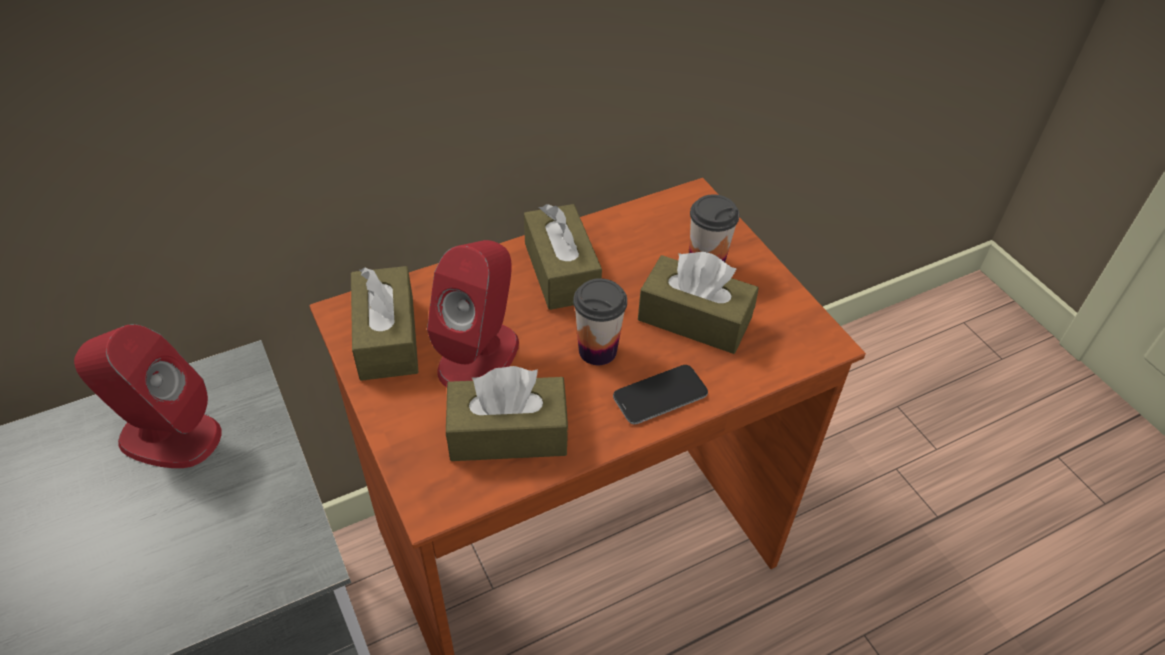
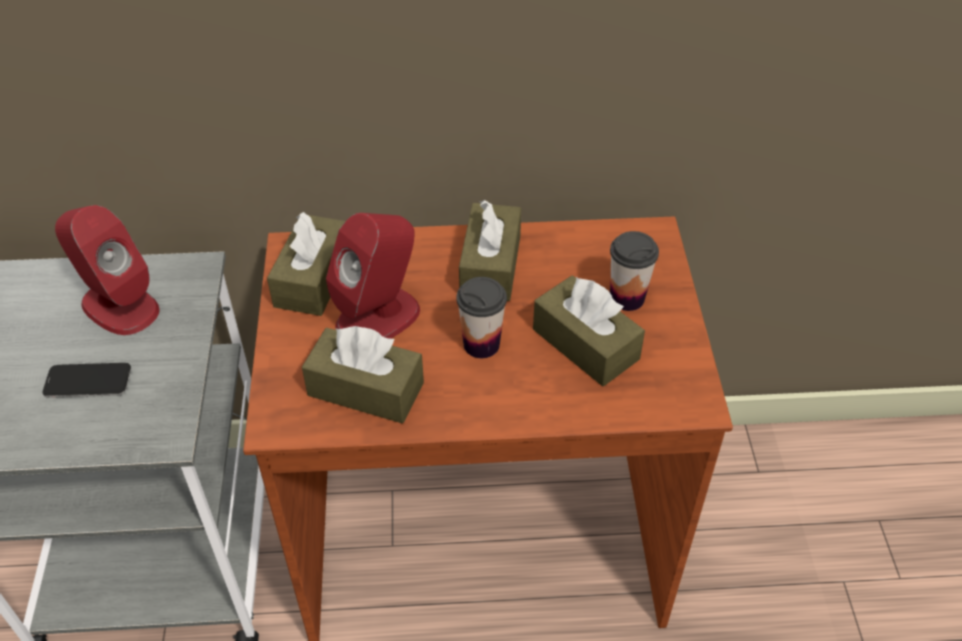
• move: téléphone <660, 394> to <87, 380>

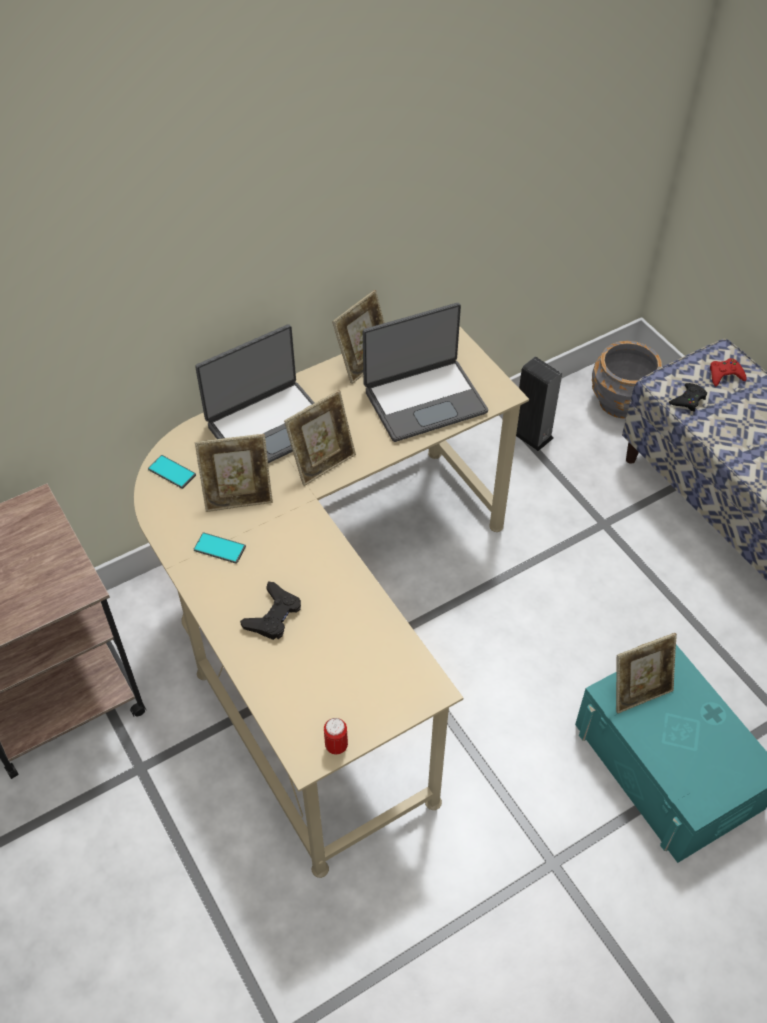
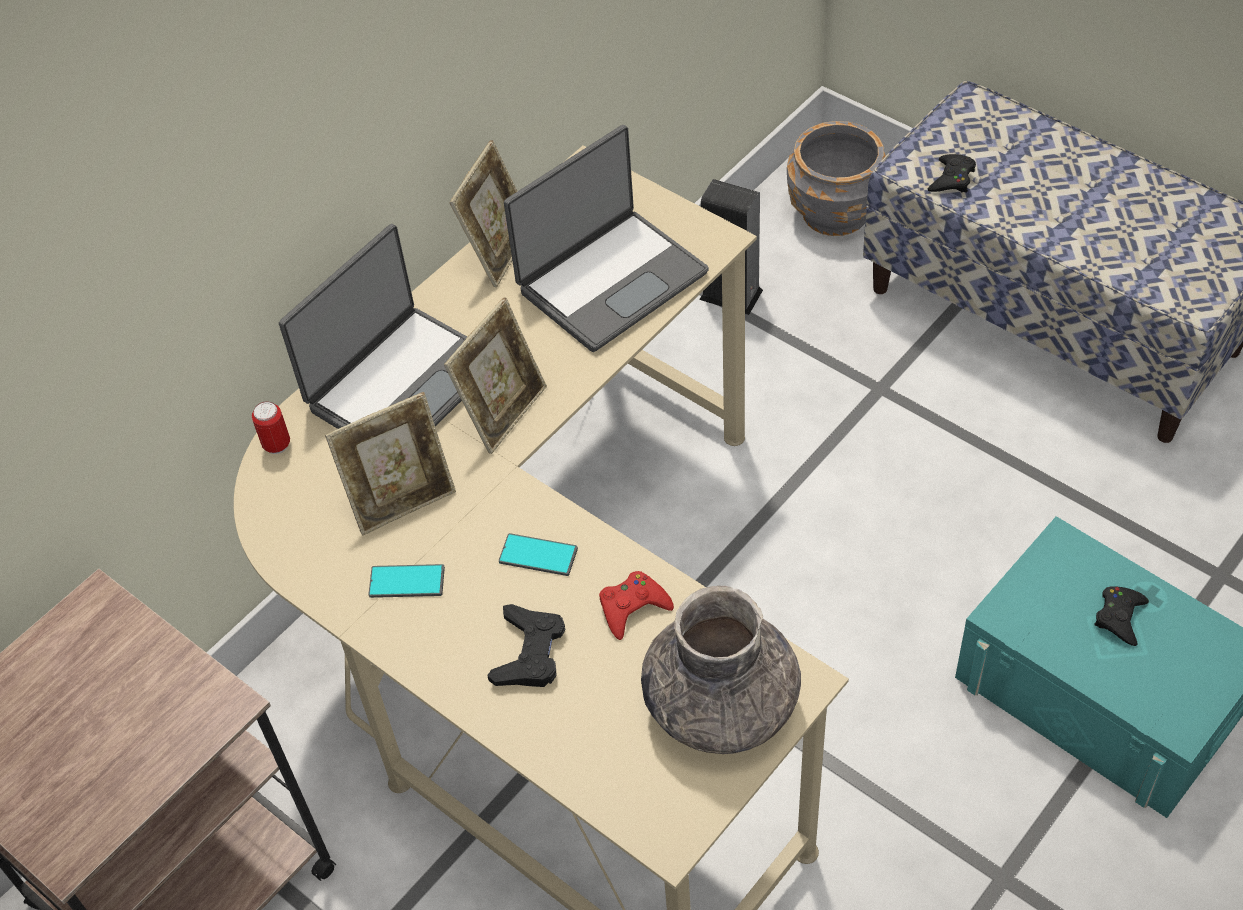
• move: boîte métallique <336, 736> to <271, 427>
• move: téléphone <172, 472> to <538, 554>
• move: manette [rouge] <728, 372> to <636, 605>
• insert: vase [gris] <721, 670>
• insert: manette [noir] <1121, 616>
• delete: cadre photo <646, 673>

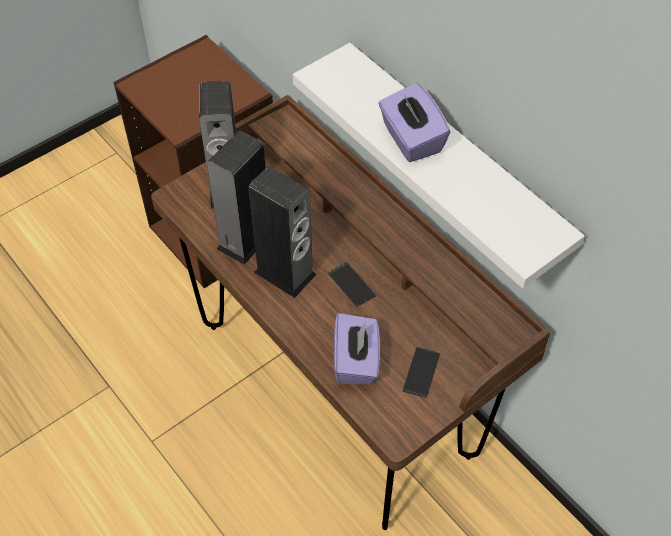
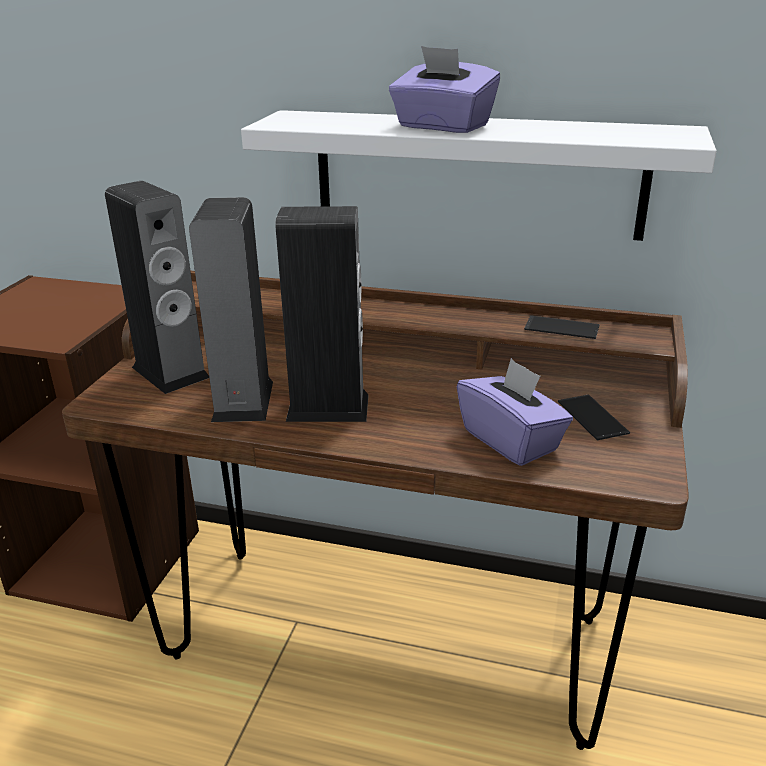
• move: téléphone <352, 284> to <562, 327>

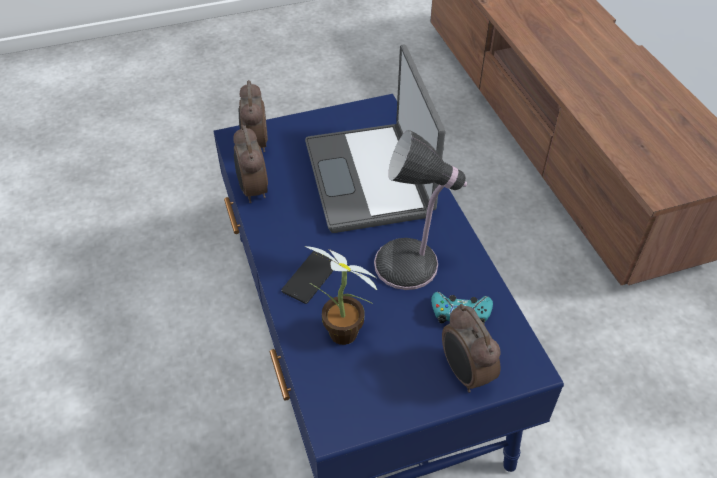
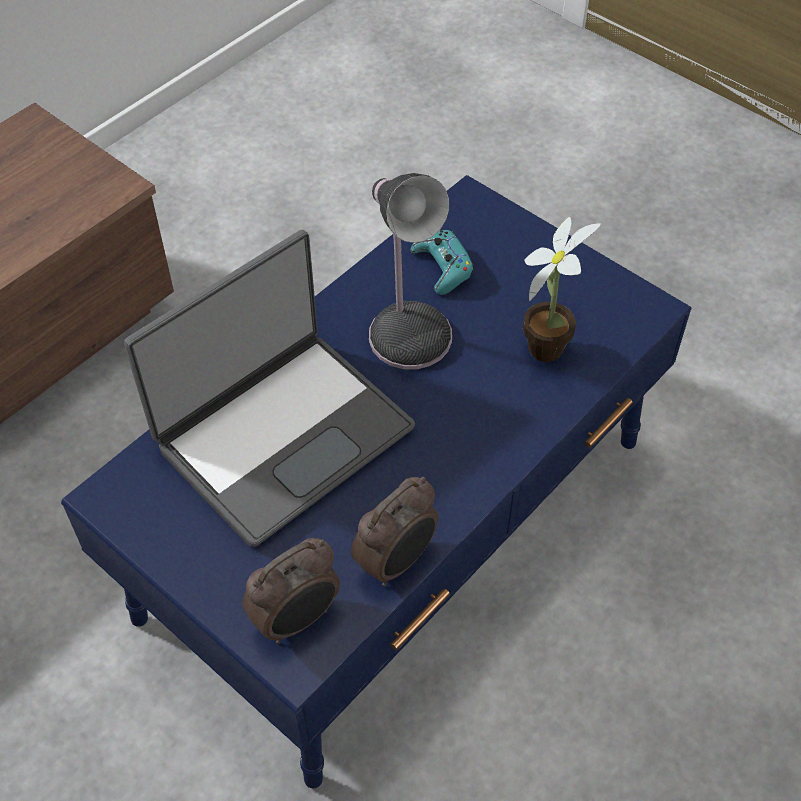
• delete: téléphone <310, 277>
• delete: réveil <471, 348>

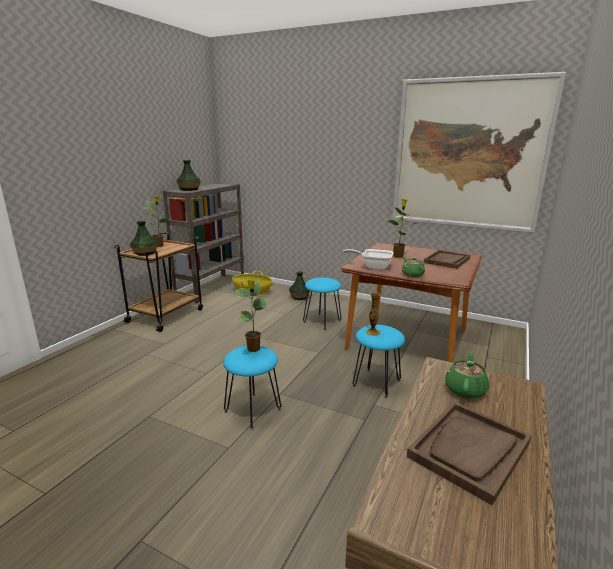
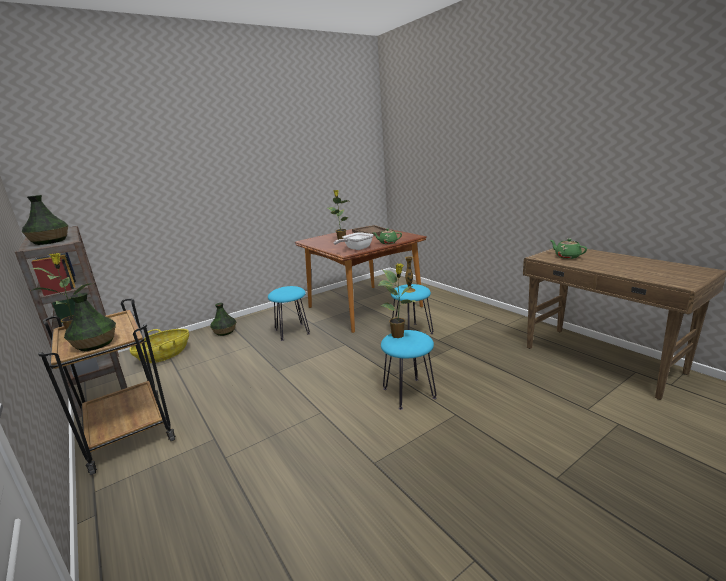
• delete: tableau <479, 152>
• delete: plateau [marron] <469, 453>

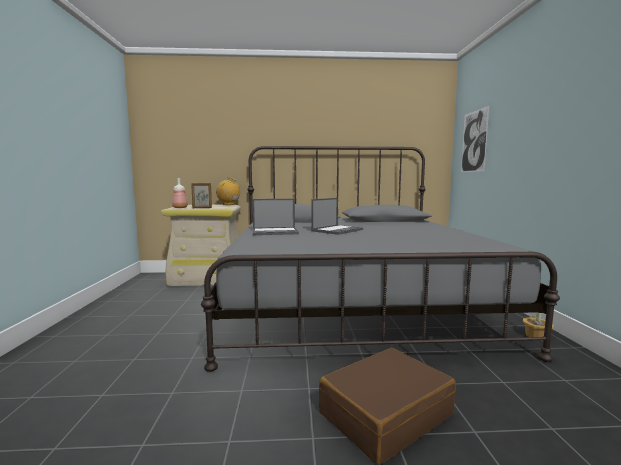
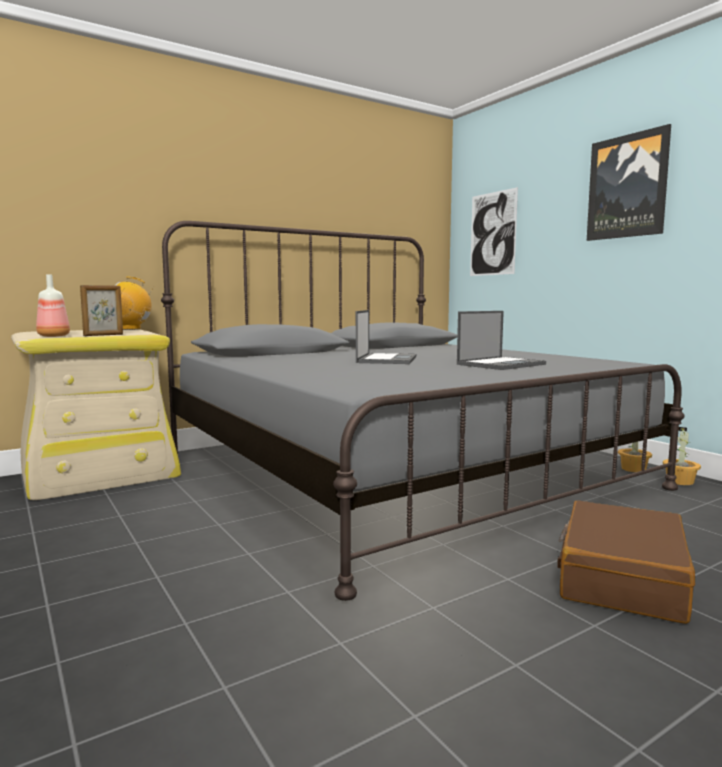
• move: ordinateur portable <275, 217> to <501, 340>
• insert: tableau <629, 182>
• insert: plante en pot <682, 456>

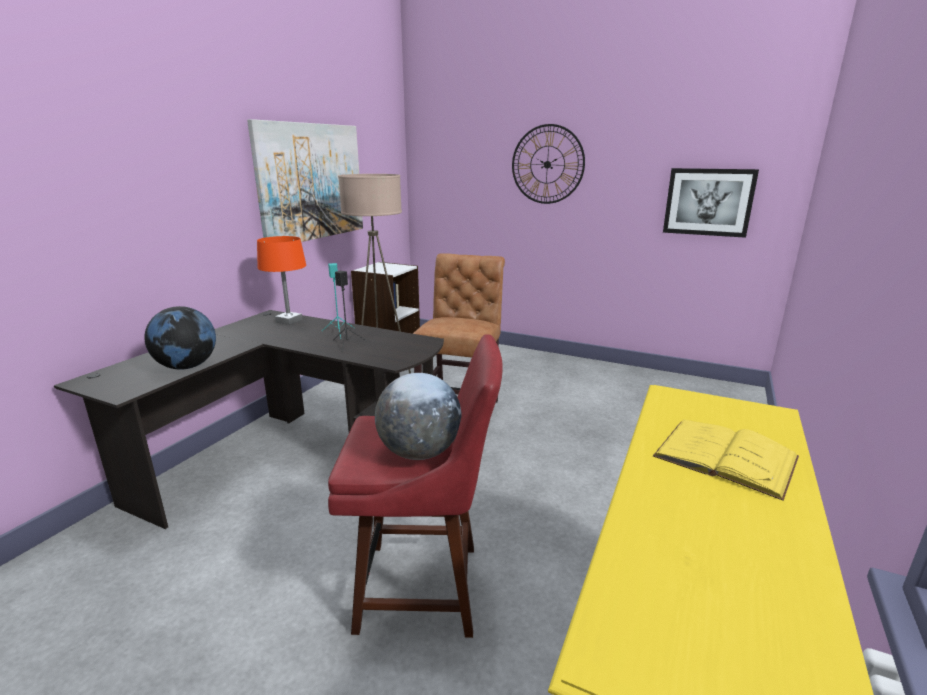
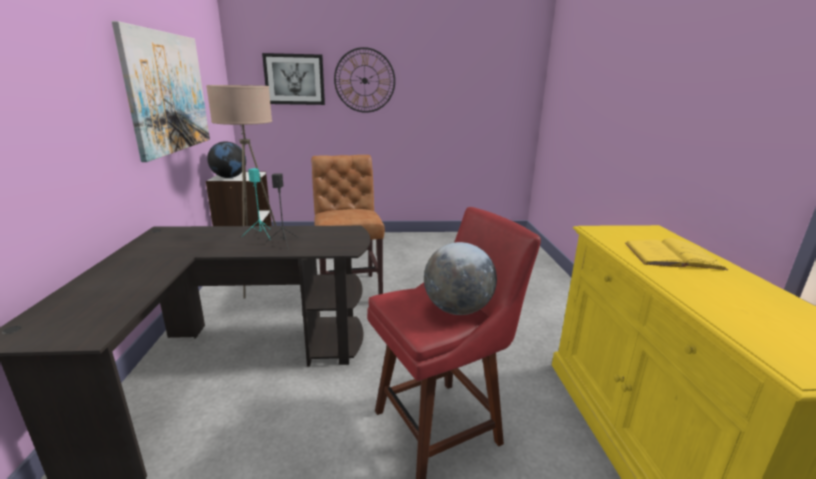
• move: globe <180, 337> to <226, 159>
• move: tableau <711, 203> to <293, 79>
• delete: lampe de table [orange] <281, 280>

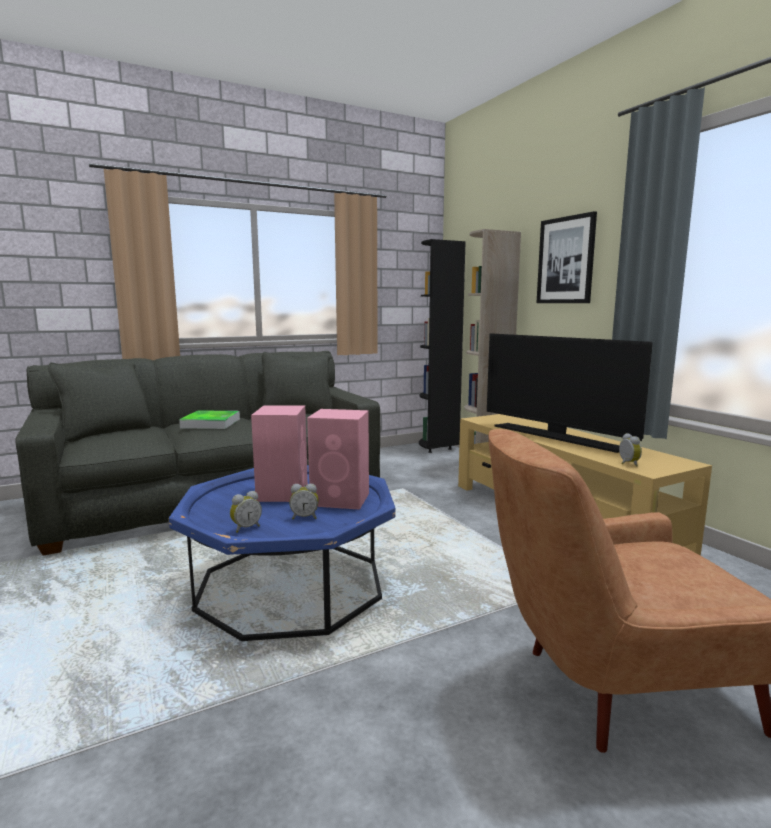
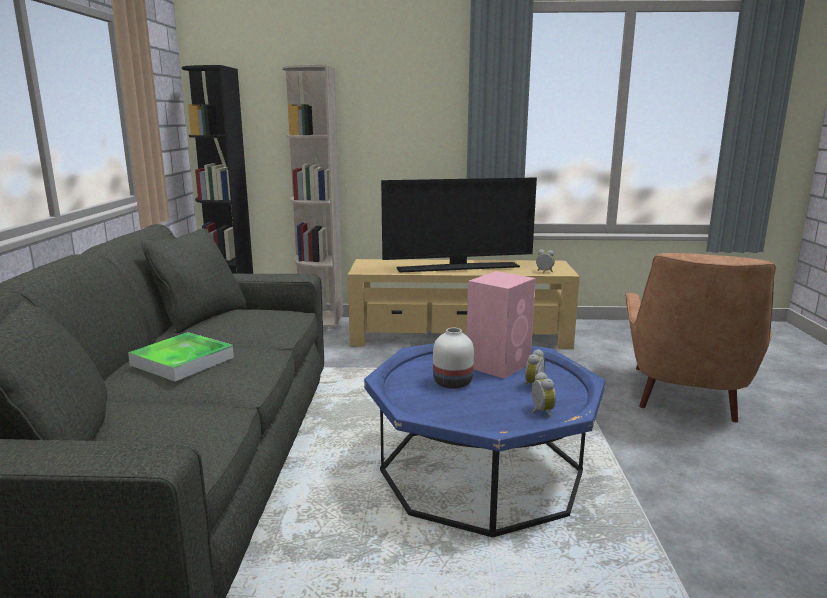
• replace: enceinte [rose] <279, 453> to vase [blanc] <453, 358>
• delete: tableau <566, 257>

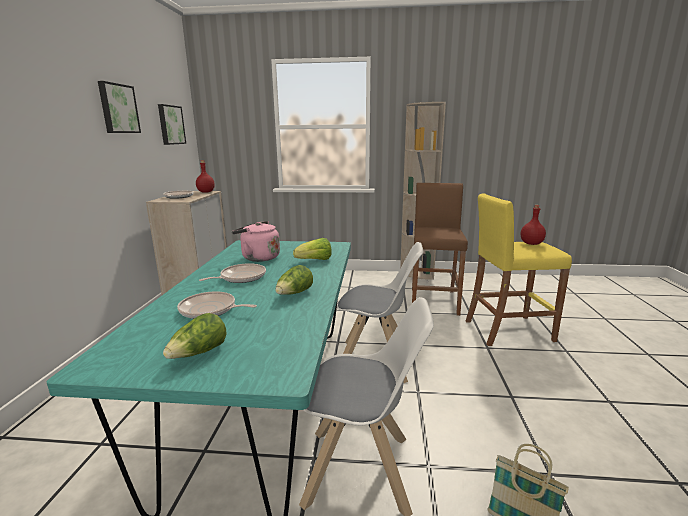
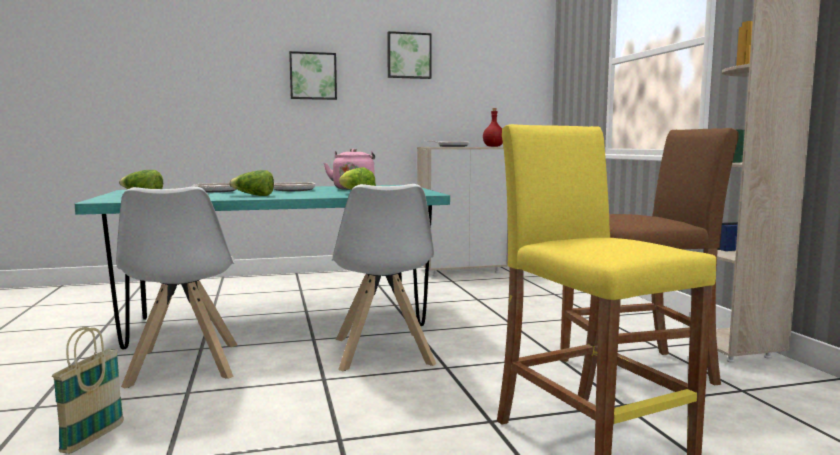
• move: tableau <172, 124> to <313, 75>
• delete: bouteille [rouge] <533, 225>

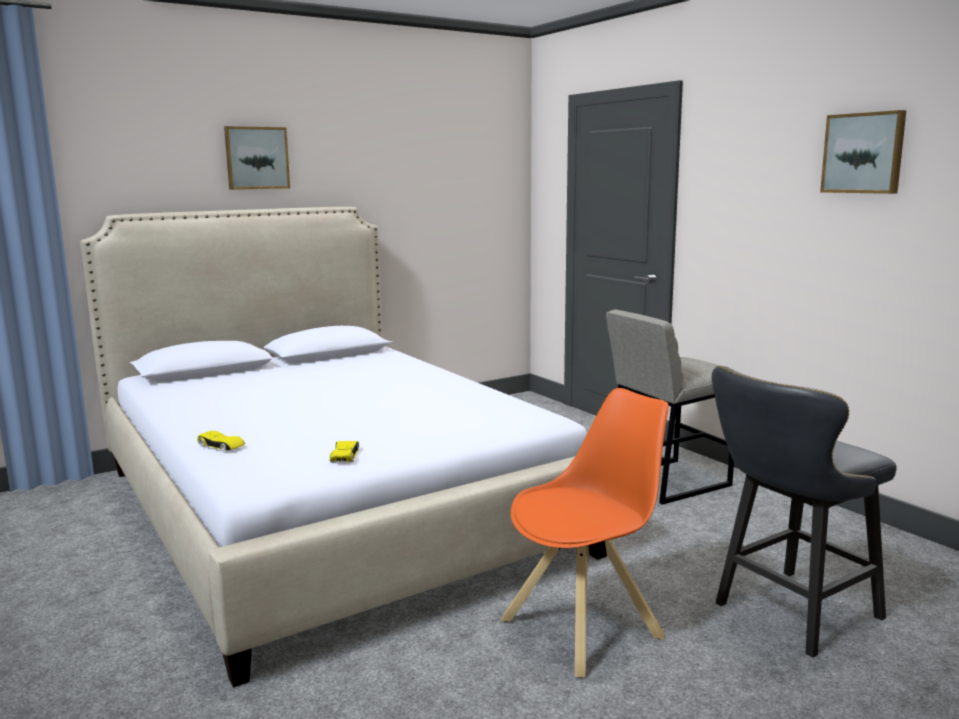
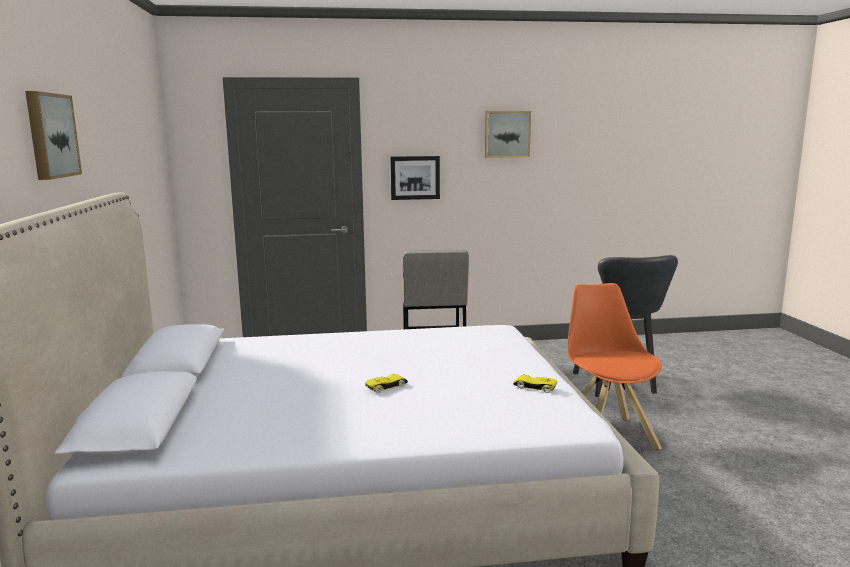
• move: petite voiture [jaune] <221, 441> to <386, 383>
• insert: tableau <415, 178>

